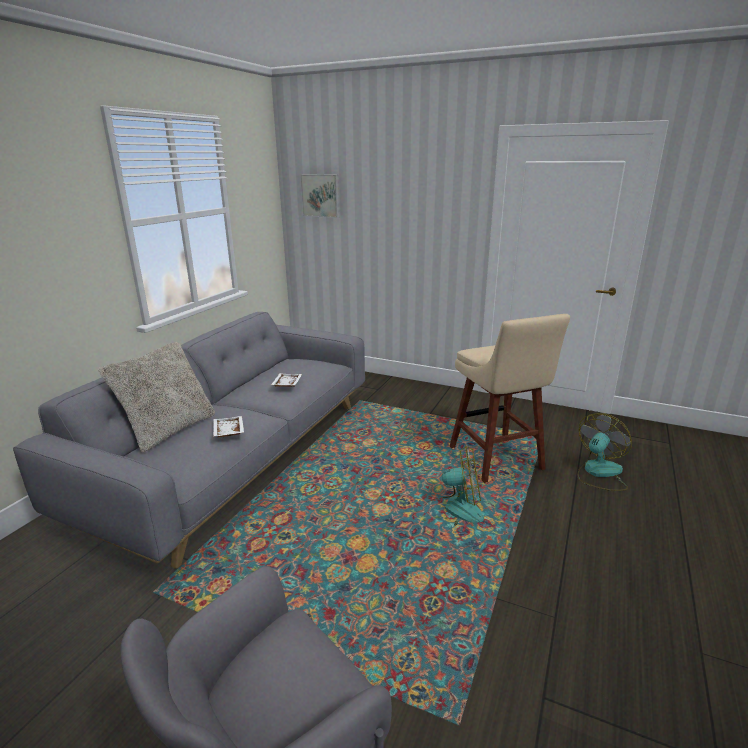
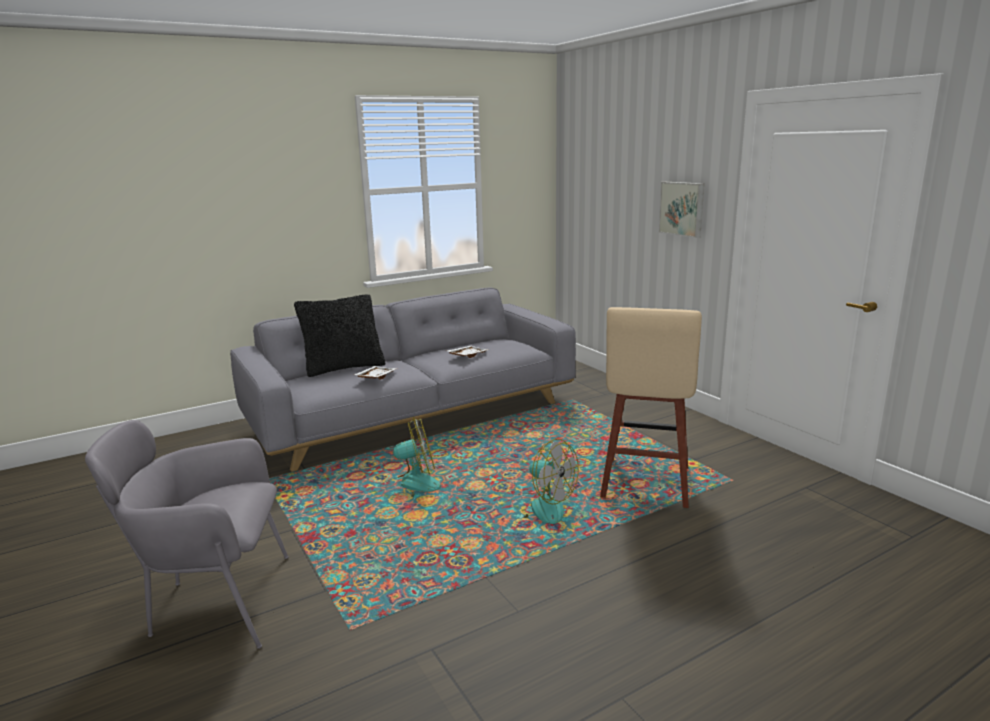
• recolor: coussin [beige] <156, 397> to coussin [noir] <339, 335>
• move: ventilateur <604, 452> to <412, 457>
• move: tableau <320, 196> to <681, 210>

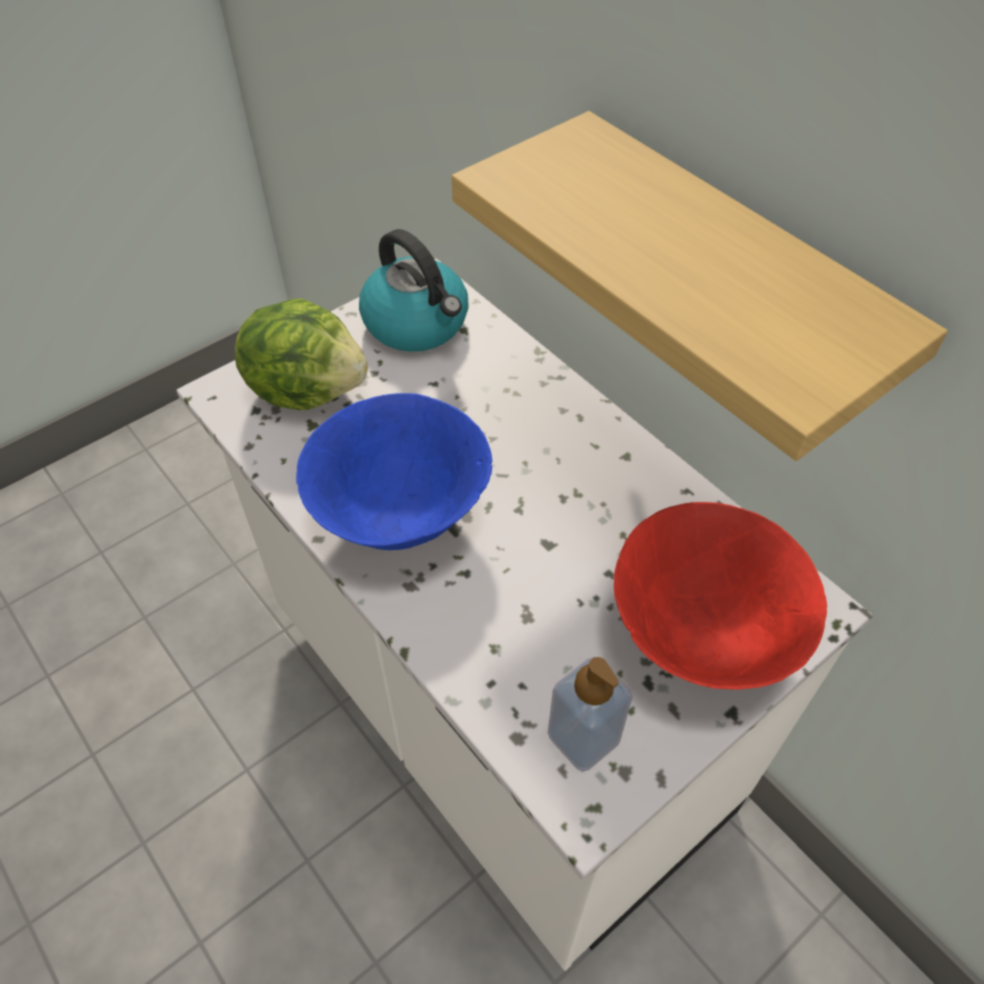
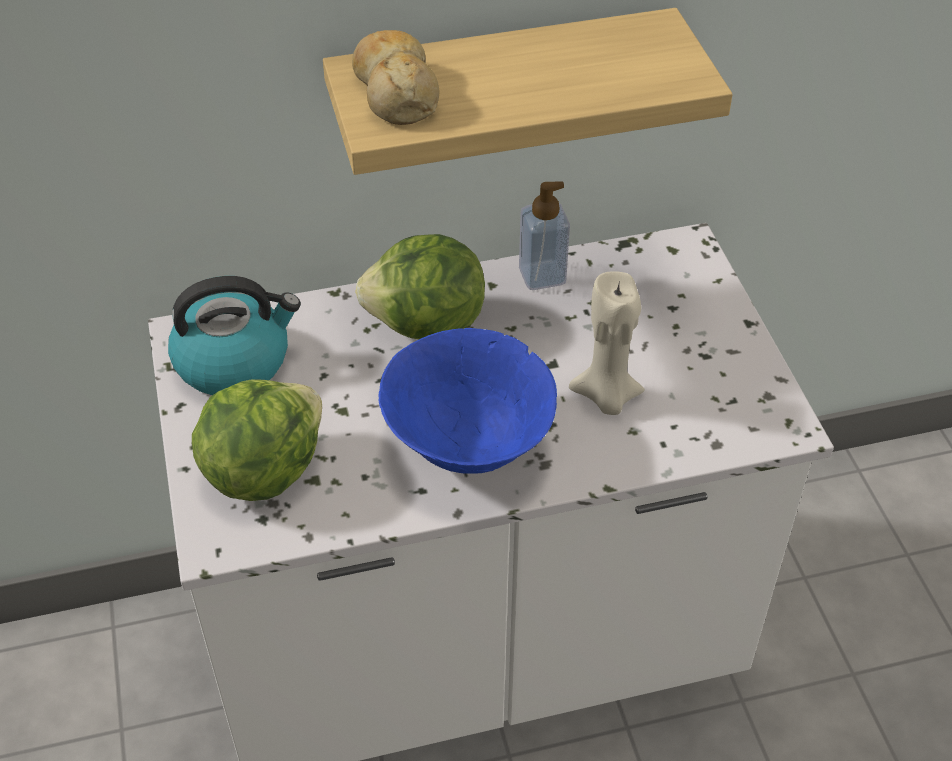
• insert: pain <396, 77>
• insert: laitue <420, 286>
• move: distributeur de savon <590, 714> to <544, 235>
• insert: bougie [beige] <607, 343>
• delete: bol [rouge] <720, 596>

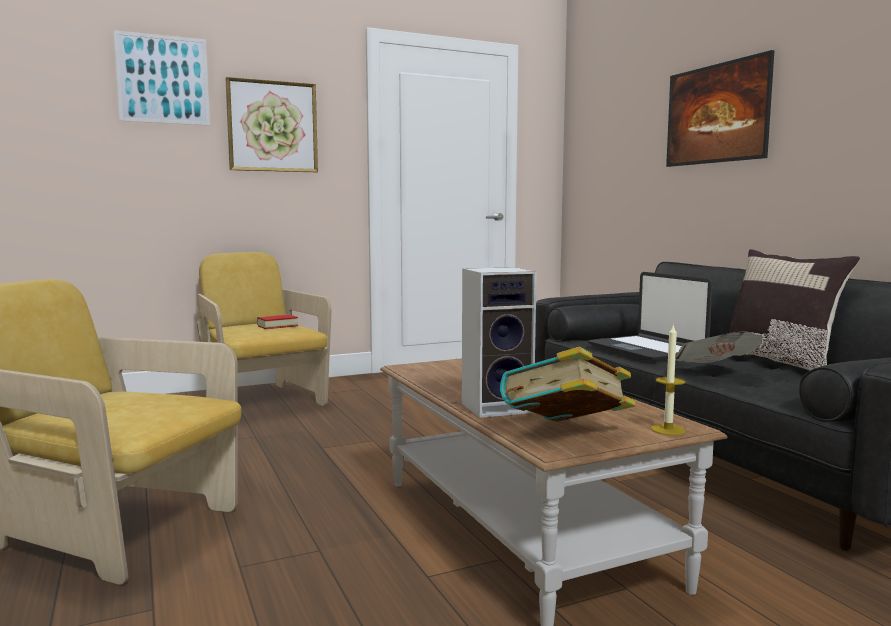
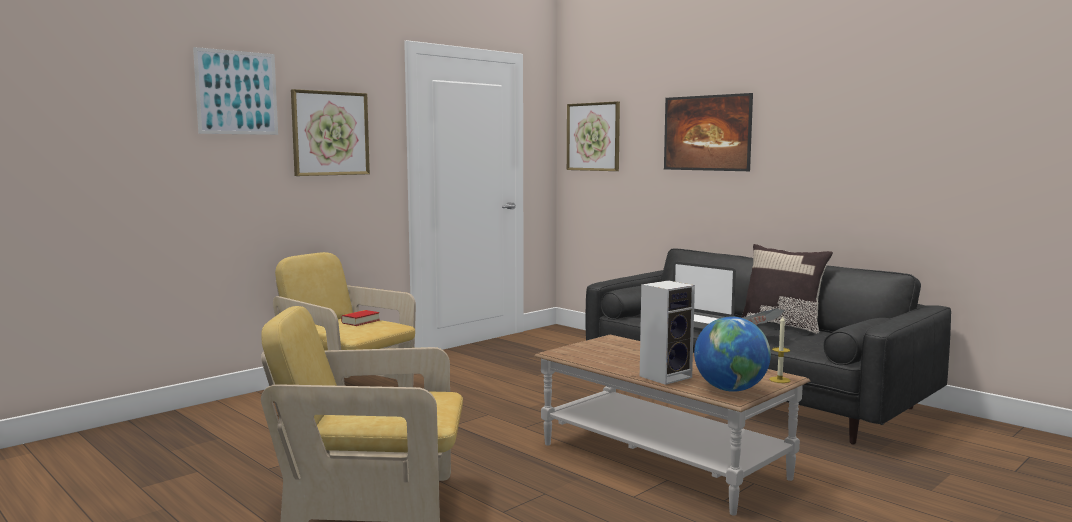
• insert: tableau <593, 136>
• replace: livre <568, 384> to globe <732, 354>

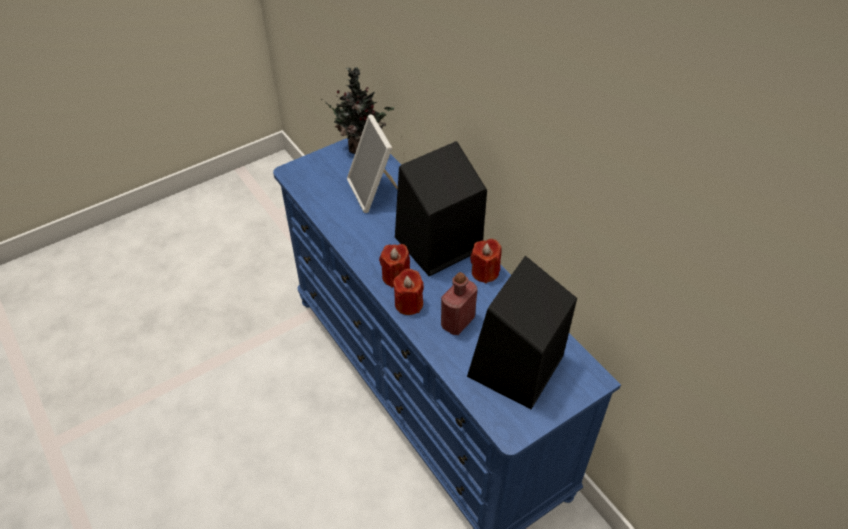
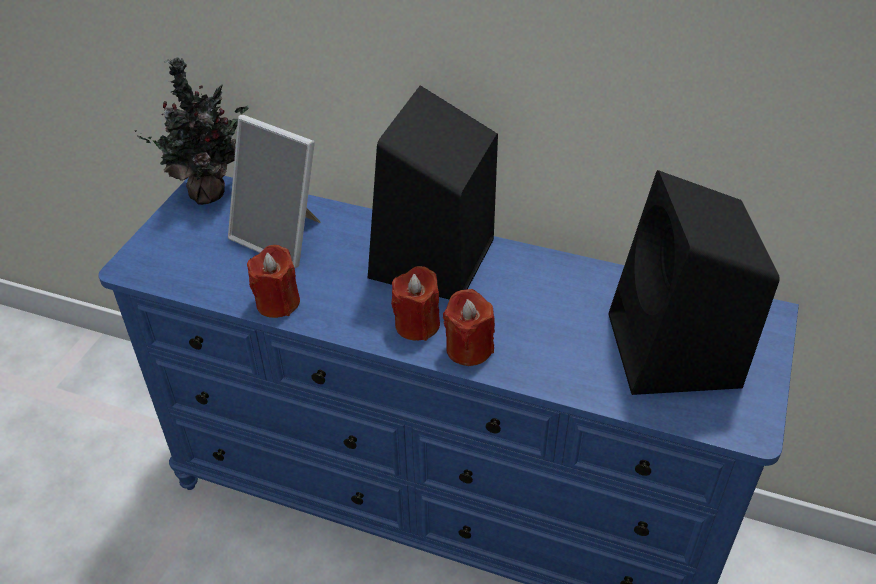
• move: bougie [rouge] <486, 261> to <273, 281>
• delete: bouteille [rouge] <459, 303>

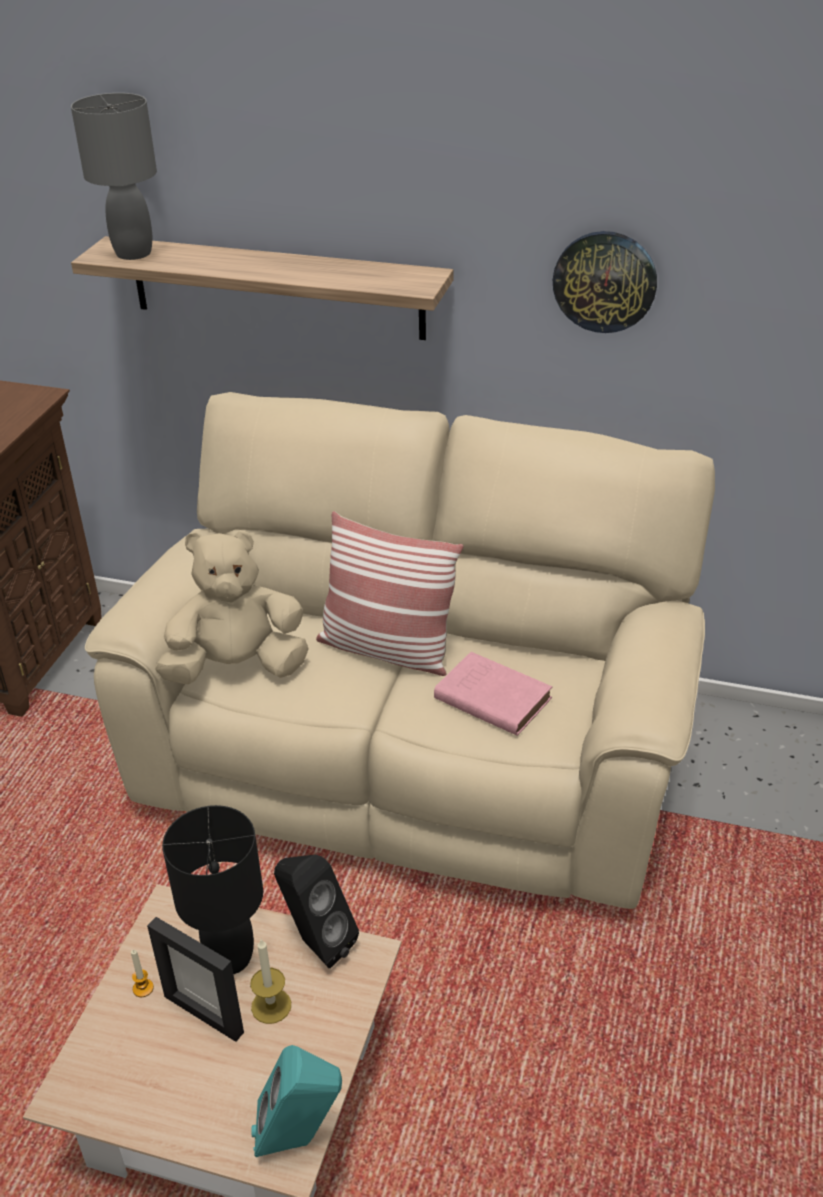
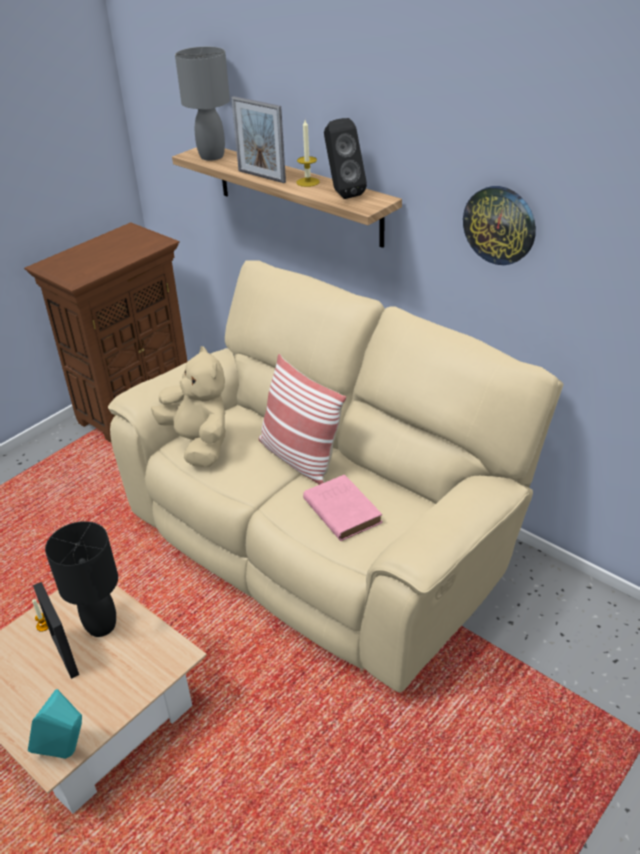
• rotate: peluche [beige] <232, 607> = <188, 406> 45 degrees clockwise
• insert: cadre photo <258, 139>
• move: bougie <270, 981> to <308, 153>
• move: enceinte [noir] <316, 911> to <345, 158>

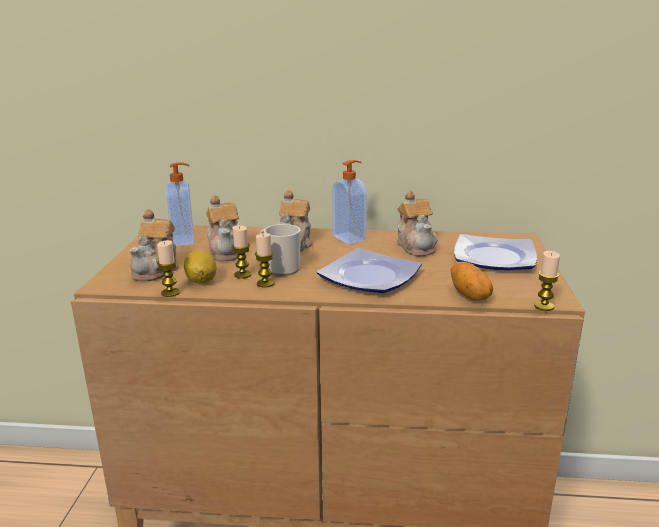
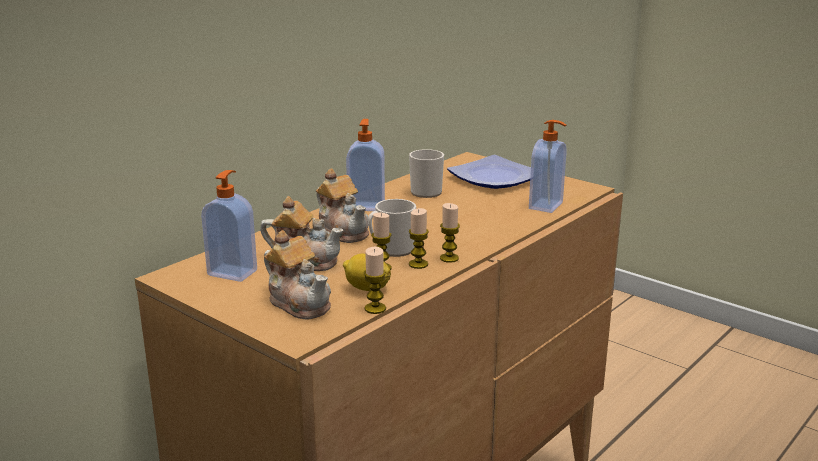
• replace: théière <417, 223> to mug <426, 173>
• move: bougie <547, 281> to <450, 233>
• replace: pomme de terre <472, 281> to distributeur de savon <548, 166>
• delete: assiette <369, 270>

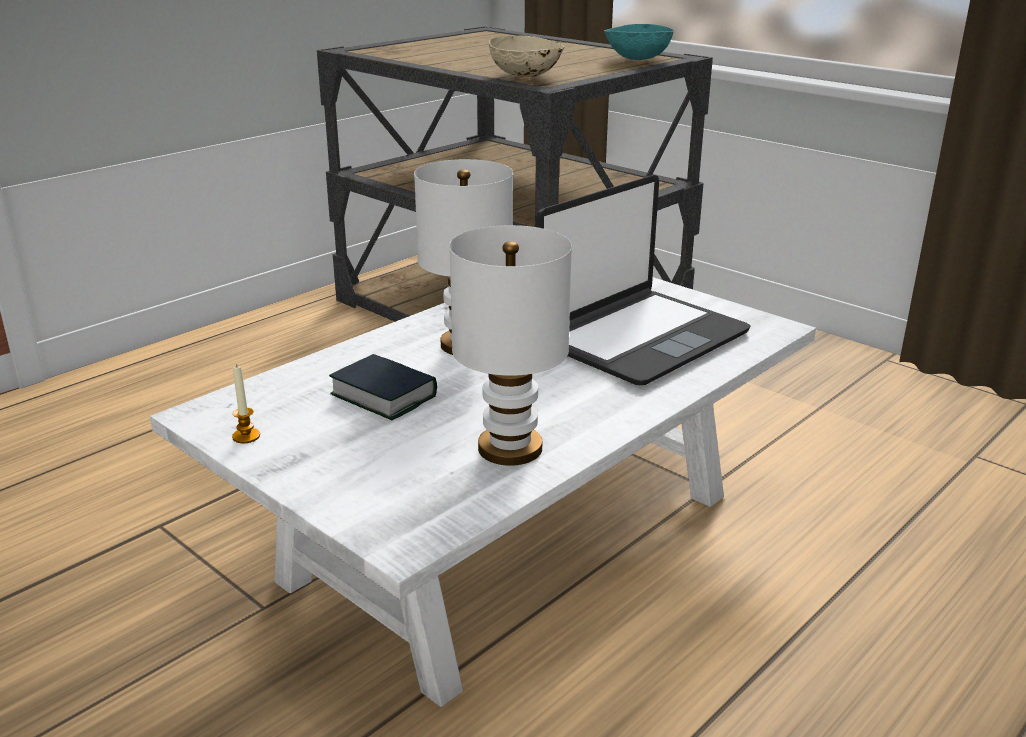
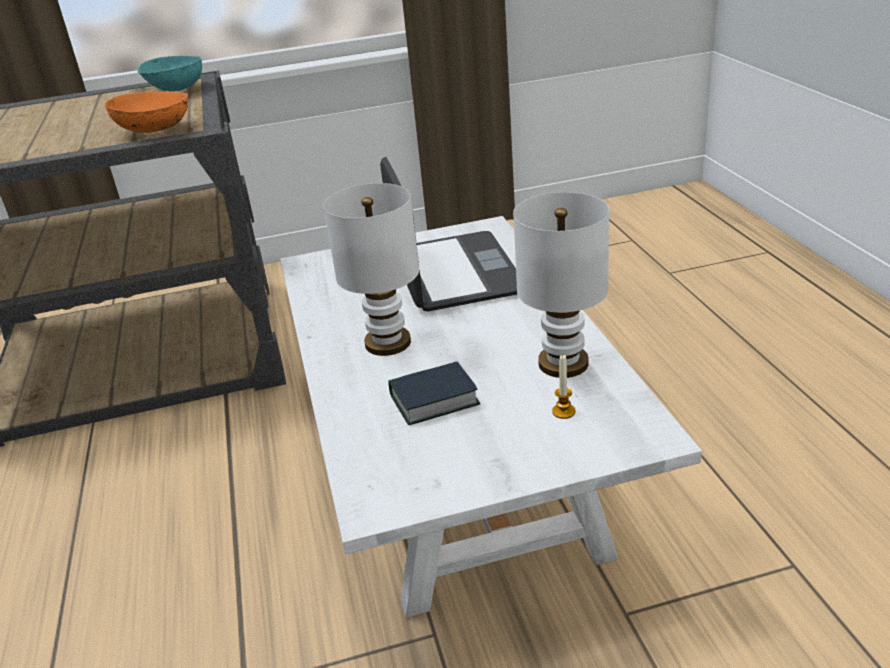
• recolor: bol [beige] <527, 56> to bol [orange] <146, 112>
• move: bougie <246, 403> to <563, 387>

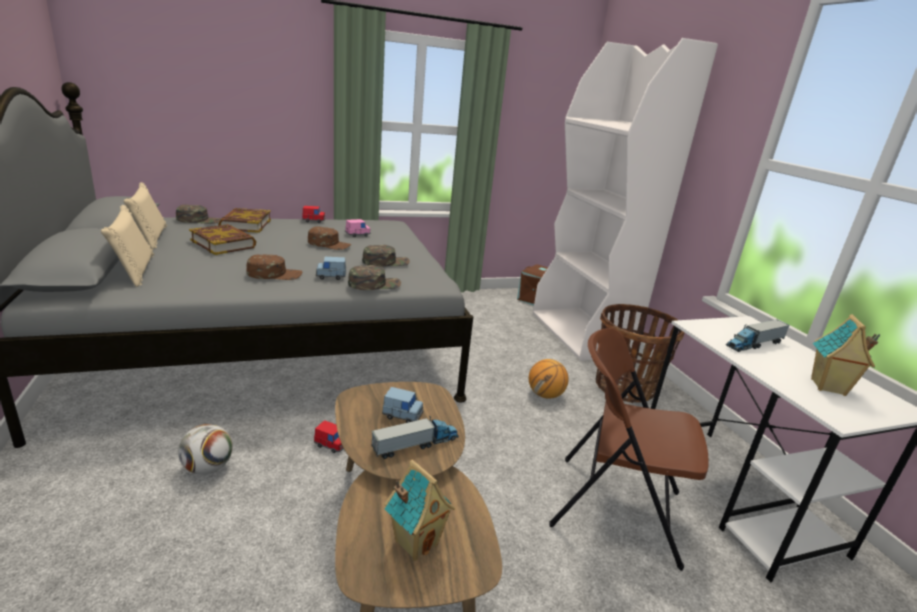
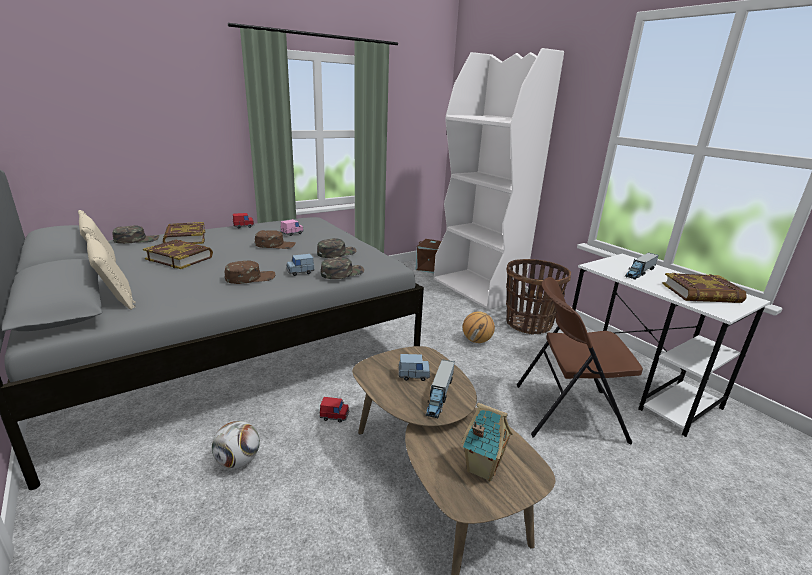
• rotate: camion jouet <415, 437> = <439, 388> 150 degrees clockwise
• replace: maison miniature <845, 355> to livre <704, 288>

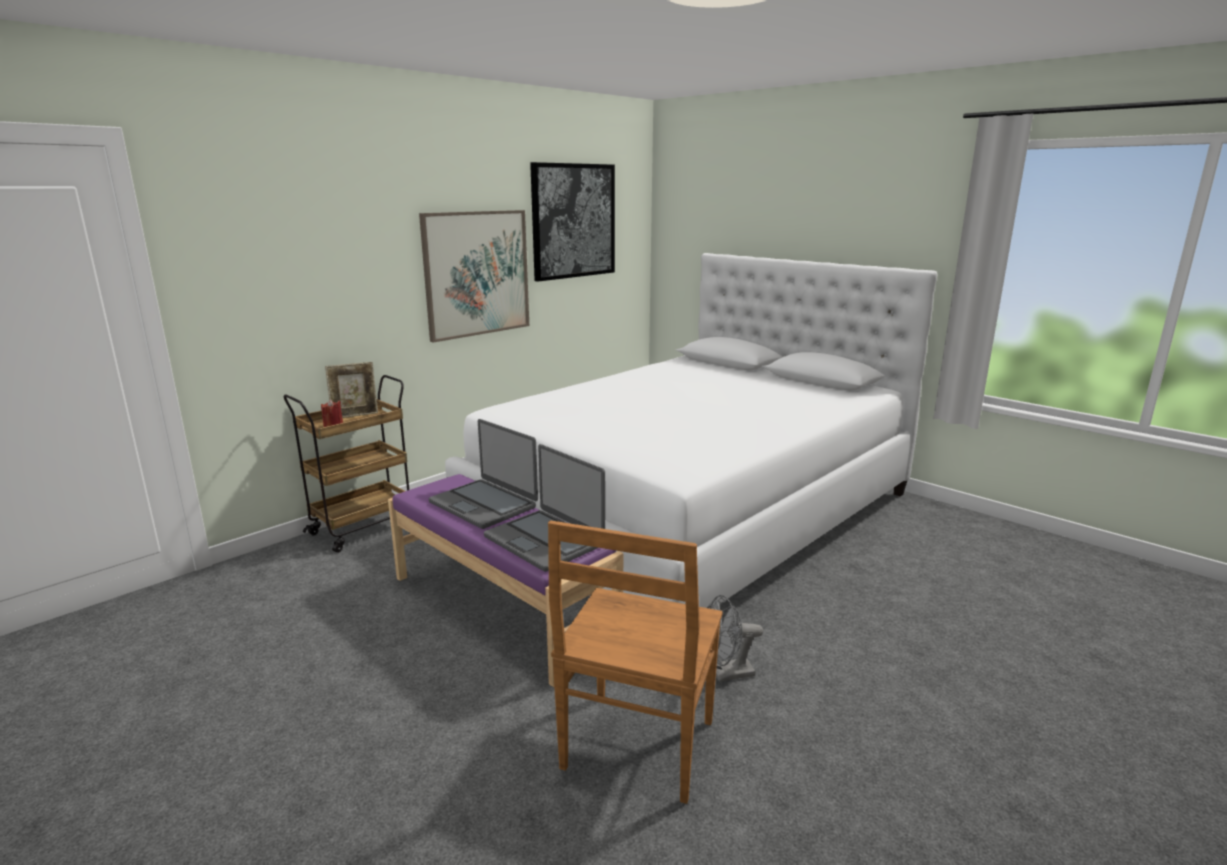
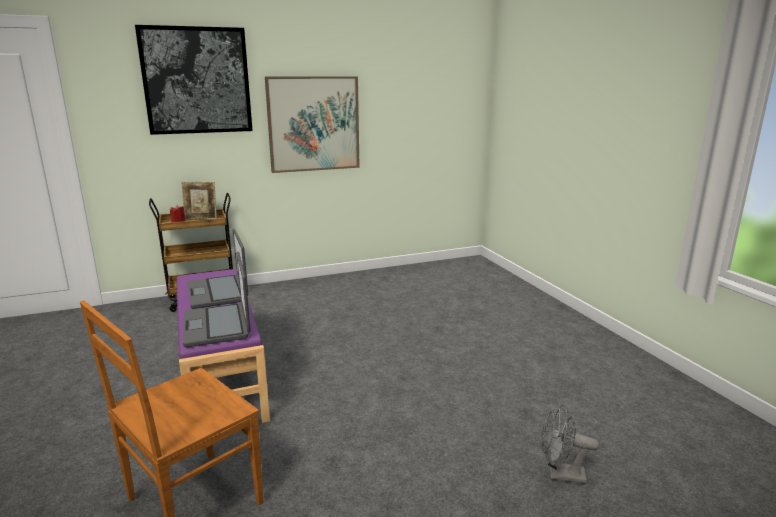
• move: tableau <572, 222> to <194, 80>
• move: ventilateur [gris] <735, 638> to <570, 444>
• delete: lit [blanc] <691, 431>

